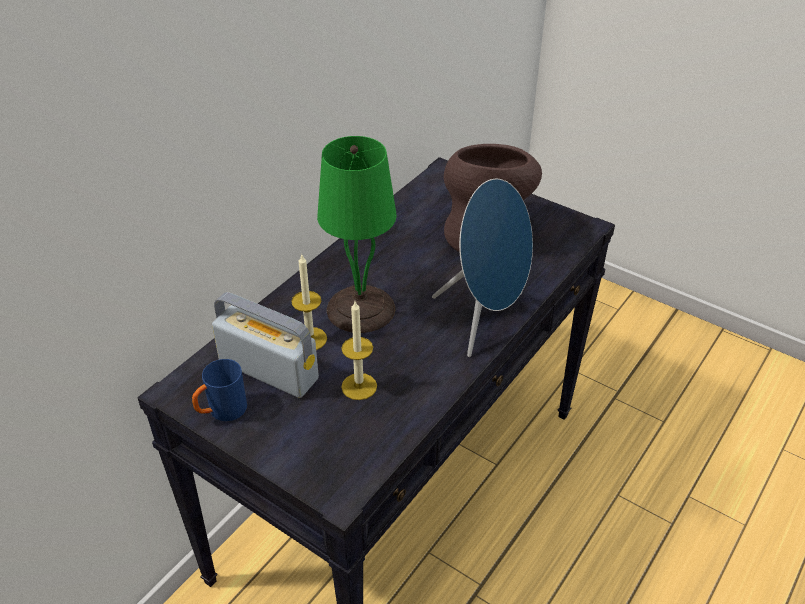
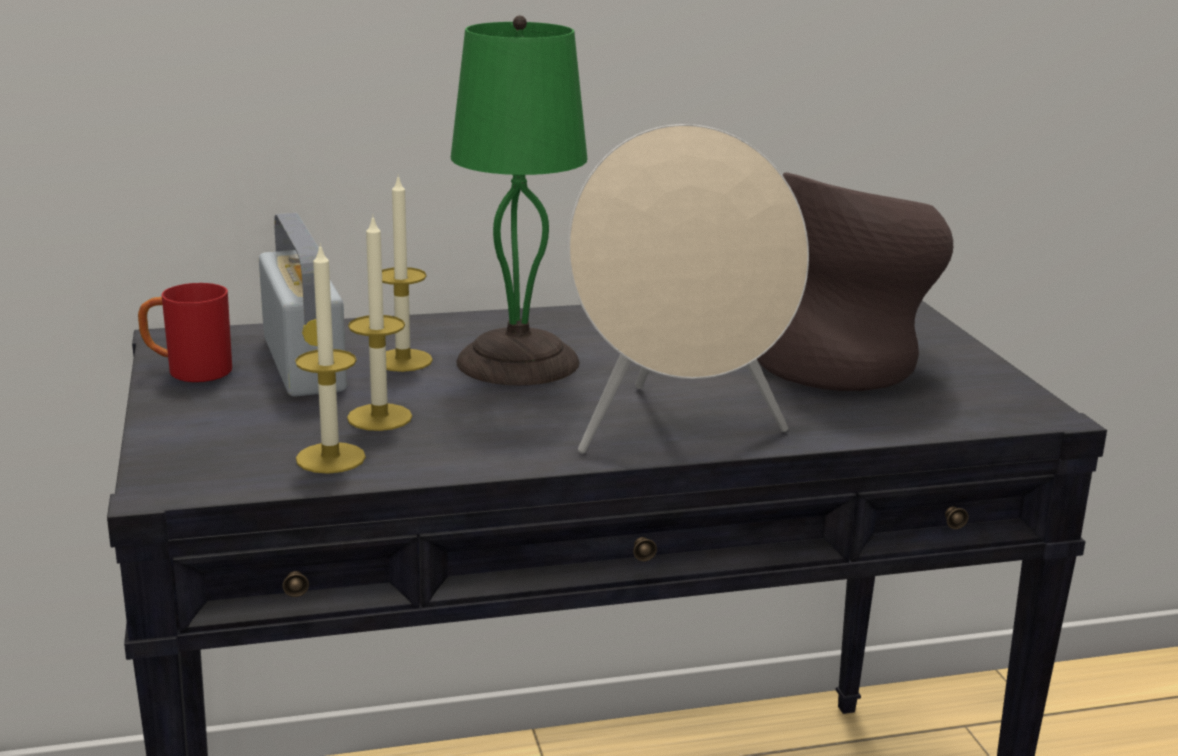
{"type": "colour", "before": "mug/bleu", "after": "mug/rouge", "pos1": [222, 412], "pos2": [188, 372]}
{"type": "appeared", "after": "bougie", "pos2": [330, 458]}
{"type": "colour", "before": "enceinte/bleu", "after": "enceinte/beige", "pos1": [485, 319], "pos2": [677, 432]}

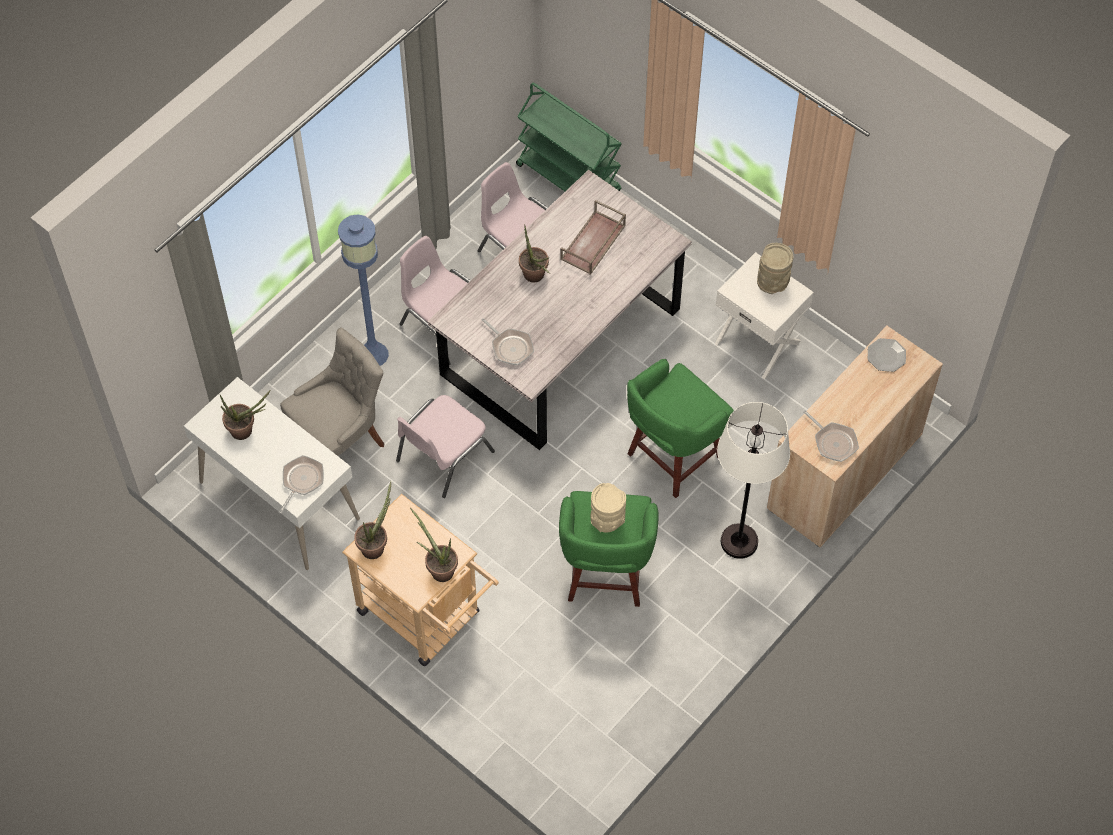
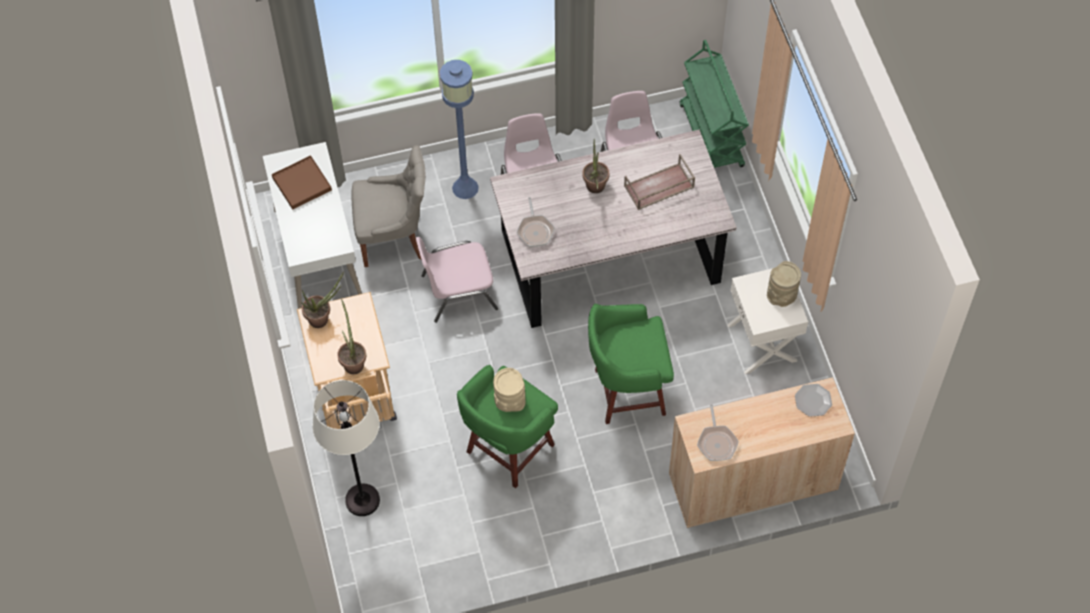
{"type": "exchanged", "before": "plante en pot", "after": "plateau/marron", "pos1": [246, 431], "pos2": [302, 184]}
{"type": "relocated", "before": "lampadaire/blanc", "pos1": [738, 542], "pos2": [362, 500]}
{"type": "missing", "before": "poêle", "pos1": [301, 481]}

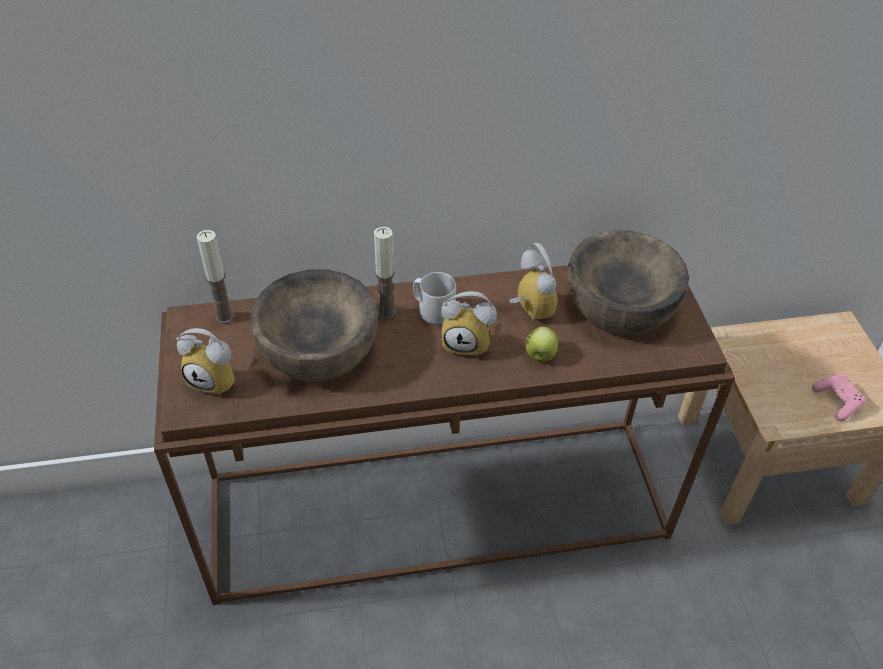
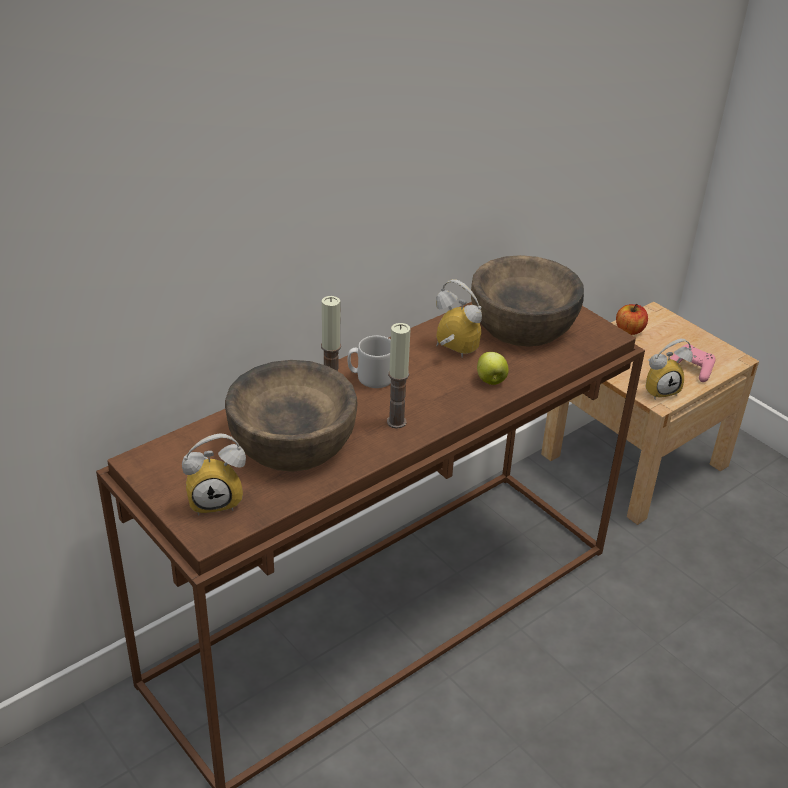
{"type": "relocated", "before": "bougie", "pos1": [224, 317], "pos2": [396, 422]}
{"type": "appeared", "after": "pomme", "pos2": [629, 330]}
{"type": "relocated", "before": "réveil", "pos1": [468, 342], "pos2": [660, 389]}

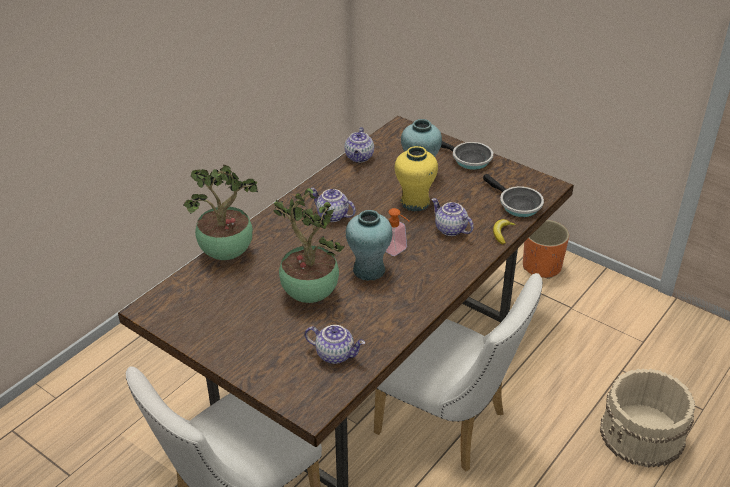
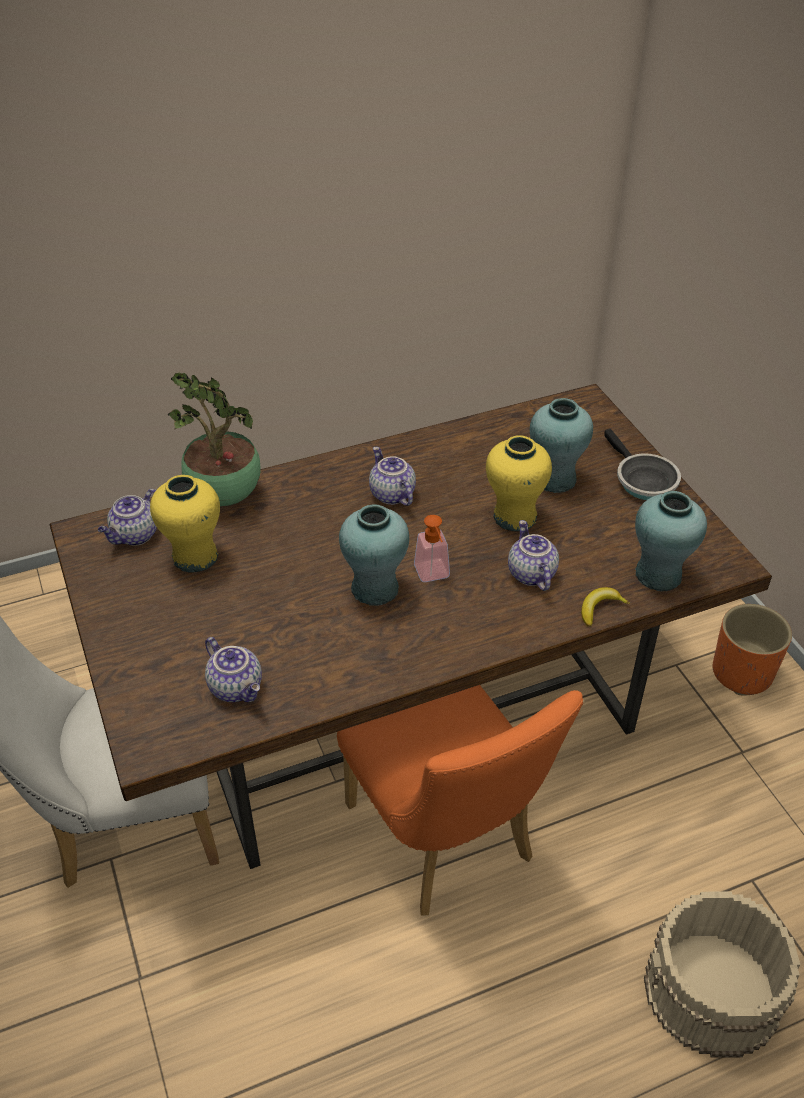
{"type": "relocated", "before": "théière", "pos1": [359, 157], "pos2": [135, 535]}
{"type": "appeared", "after": "vase/jaune", "pos2": [195, 557]}
{"type": "colour", "before": "chaise/blanc", "after": "chaise/orange", "pos1": [449, 426], "pos2": [447, 842]}
{"type": "exchanged", "before": "poêle", "after": "vase/turquoise", "pos1": [517, 204], "pos2": [658, 574]}
{"type": "missing", "before": "plante en pot", "pos1": [308, 294]}

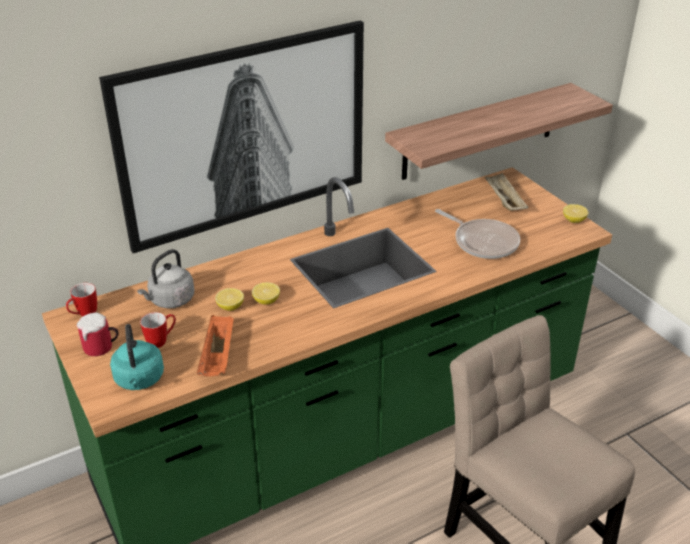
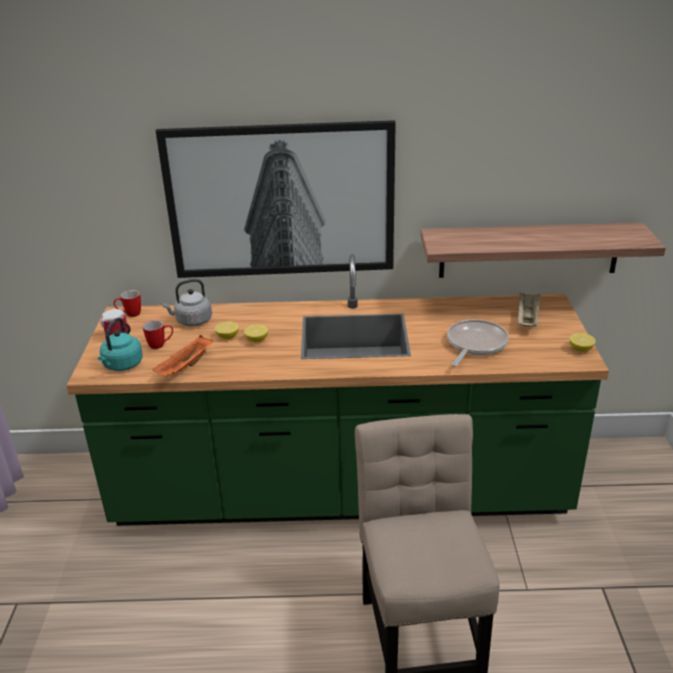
{"type": "spun", "before": "poêle", "pos1": [483, 242], "pos2": [475, 344], "turn": -135}

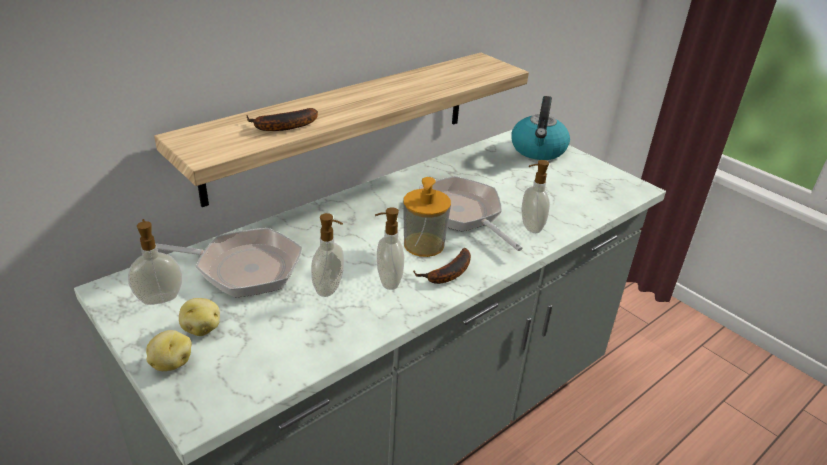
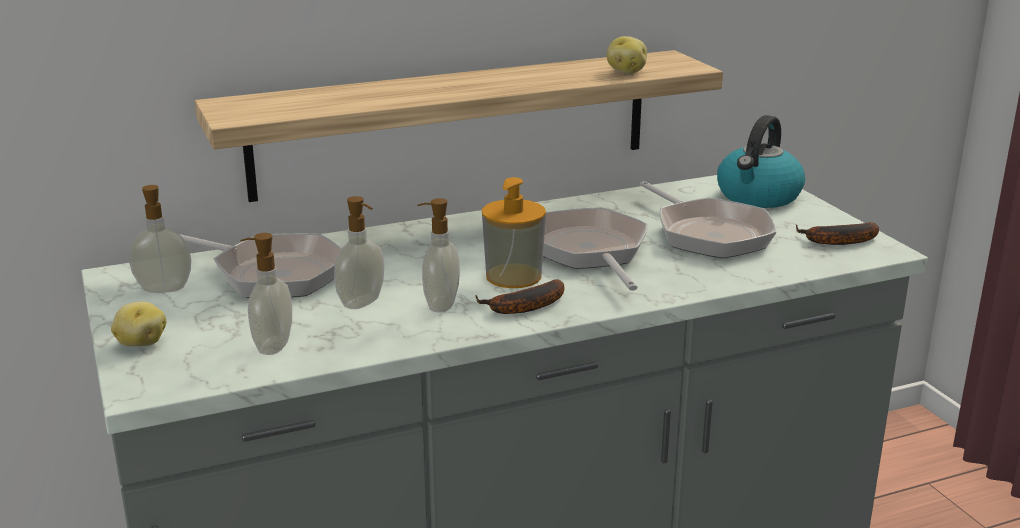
{"type": "relocated", "before": "distributeur de savon", "pos1": [530, 227], "pos2": [271, 346]}
{"type": "relocated", "before": "pomme de terre", "pos1": [202, 328], "pos2": [626, 72]}
{"type": "appeared", "after": "poêle", "pos2": [708, 233]}
{"type": "relocated", "before": "banane", "pos1": [282, 127], "pos2": [837, 241]}

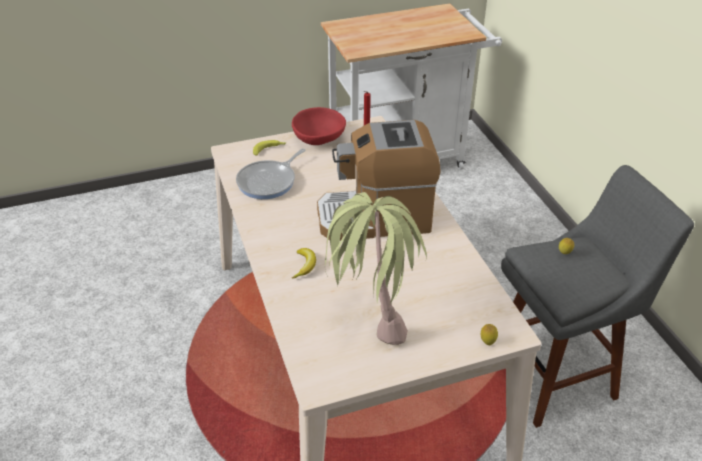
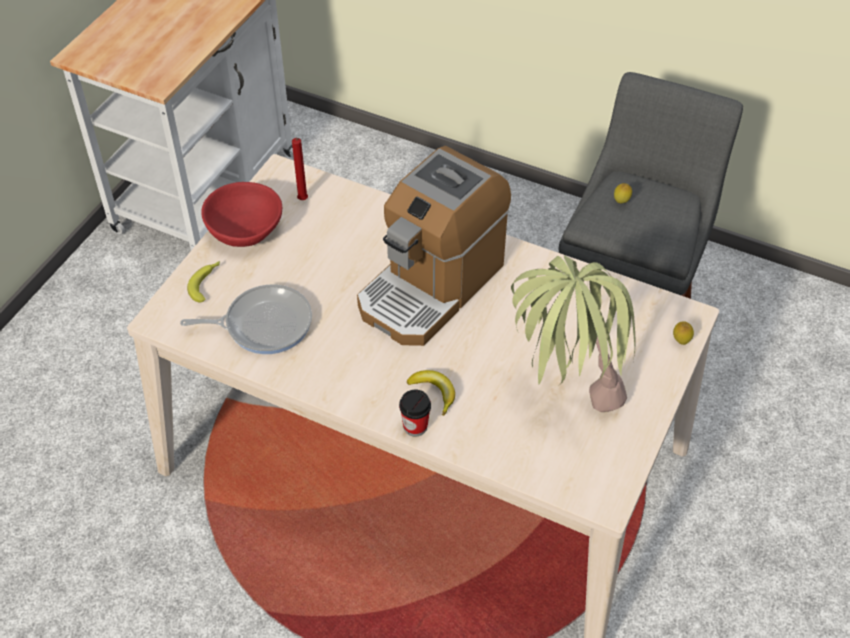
{"type": "spun", "before": "poêle", "pos1": [269, 182], "pos2": [263, 324], "turn": -90}
{"type": "appeared", "after": "tasse", "pos2": [415, 426]}

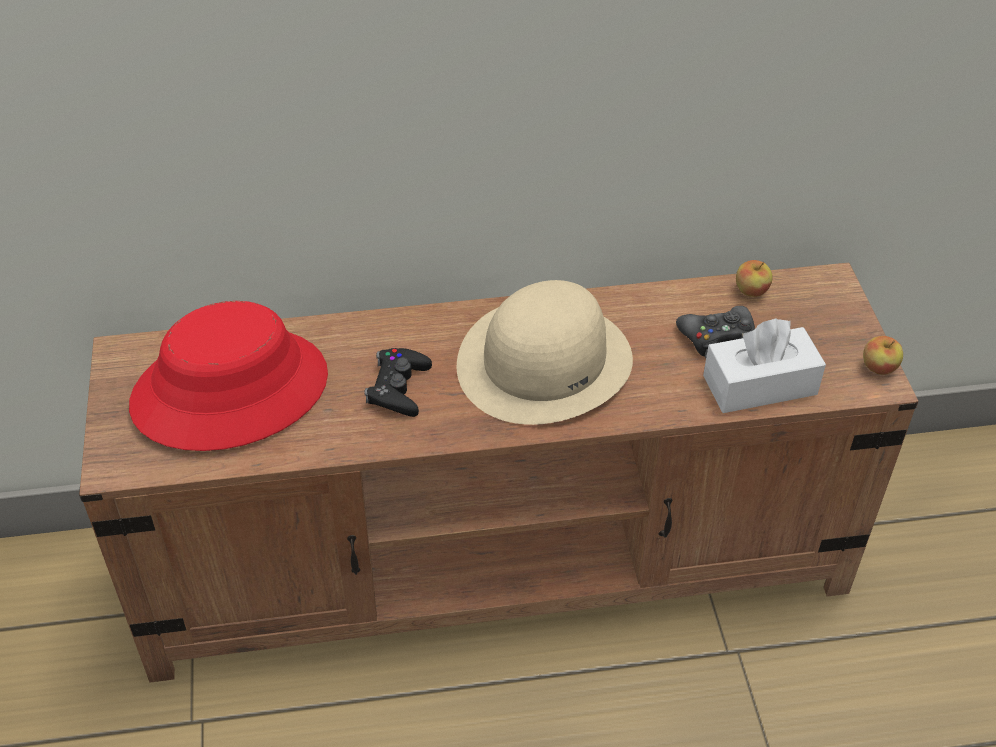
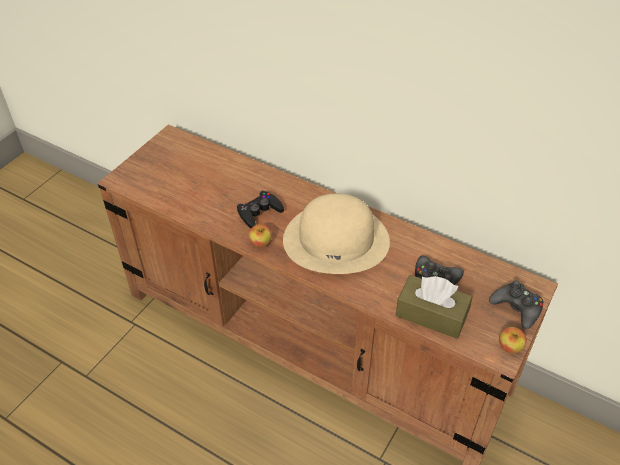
{"type": "relocated", "before": "pomme", "pos1": [751, 291], "pos2": [261, 243]}
{"type": "colour", "before": "boîte à mouchoirs/blanc", "after": "boîte à mouchoirs/marron", "pos1": [760, 385], "pos2": [431, 315]}
{"type": "appeared", "after": "manette/noir", "pos2": [517, 308]}
{"type": "missing", "before": "chapeau/rouge", "pos1": [230, 390]}

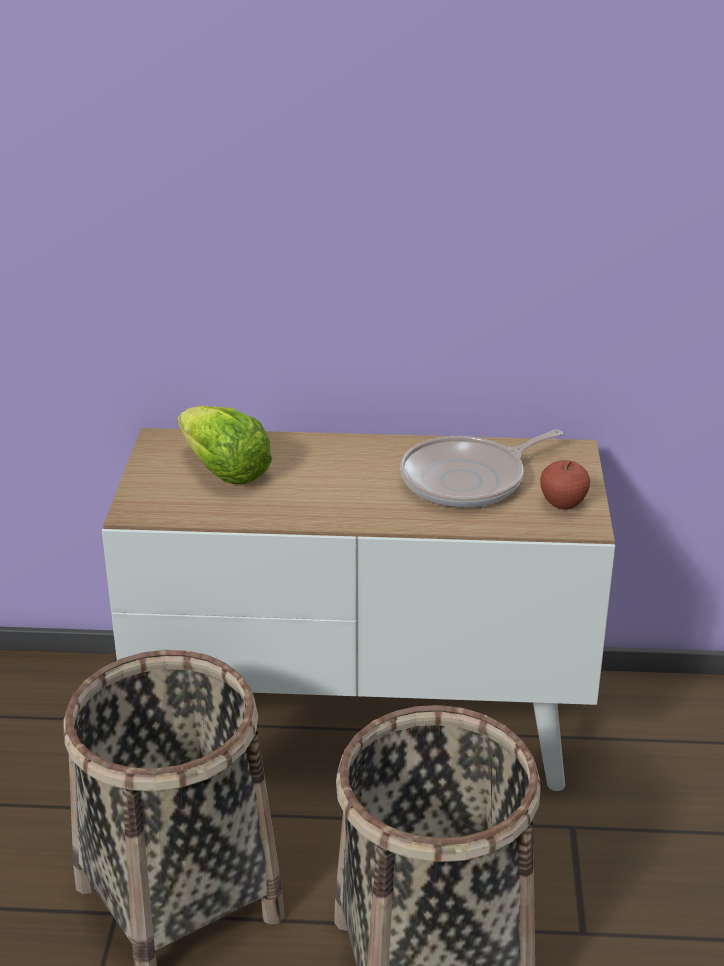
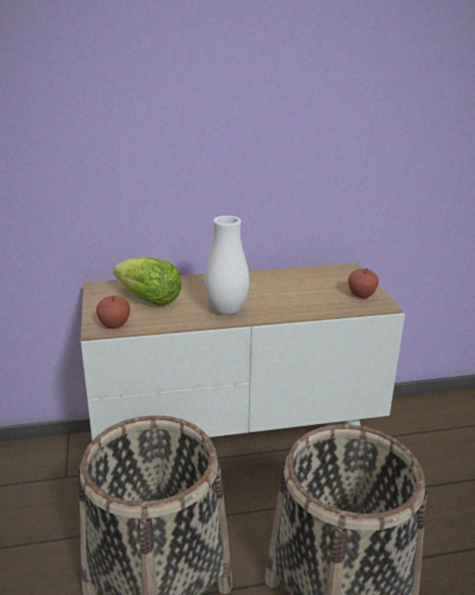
{"type": "appeared", "after": "pomme", "pos2": [114, 325]}
{"type": "appeared", "after": "vase/blanc", "pos2": [226, 311]}
{"type": "missing", "before": "poêle", "pos1": [468, 480]}

